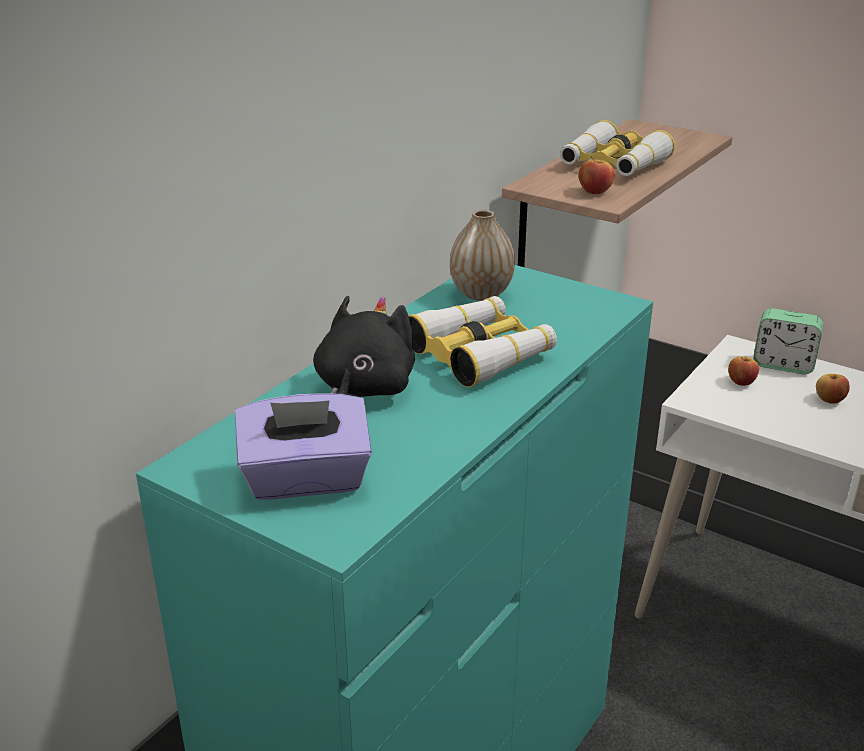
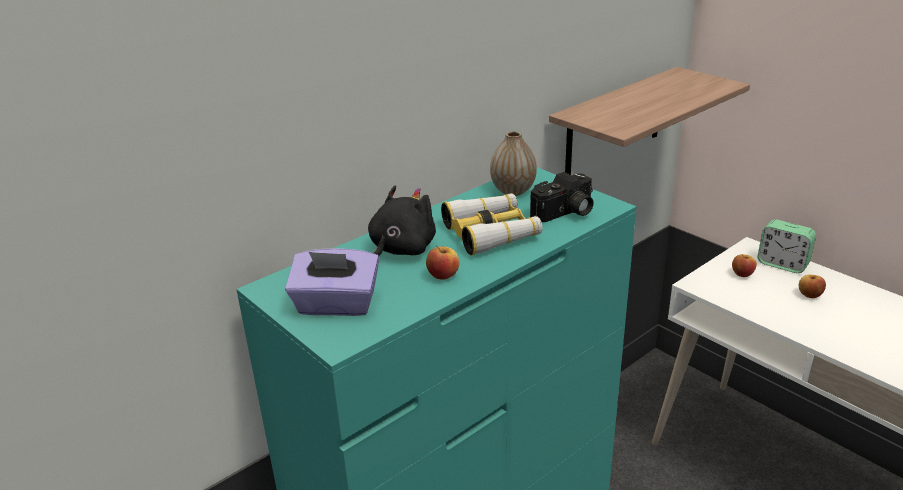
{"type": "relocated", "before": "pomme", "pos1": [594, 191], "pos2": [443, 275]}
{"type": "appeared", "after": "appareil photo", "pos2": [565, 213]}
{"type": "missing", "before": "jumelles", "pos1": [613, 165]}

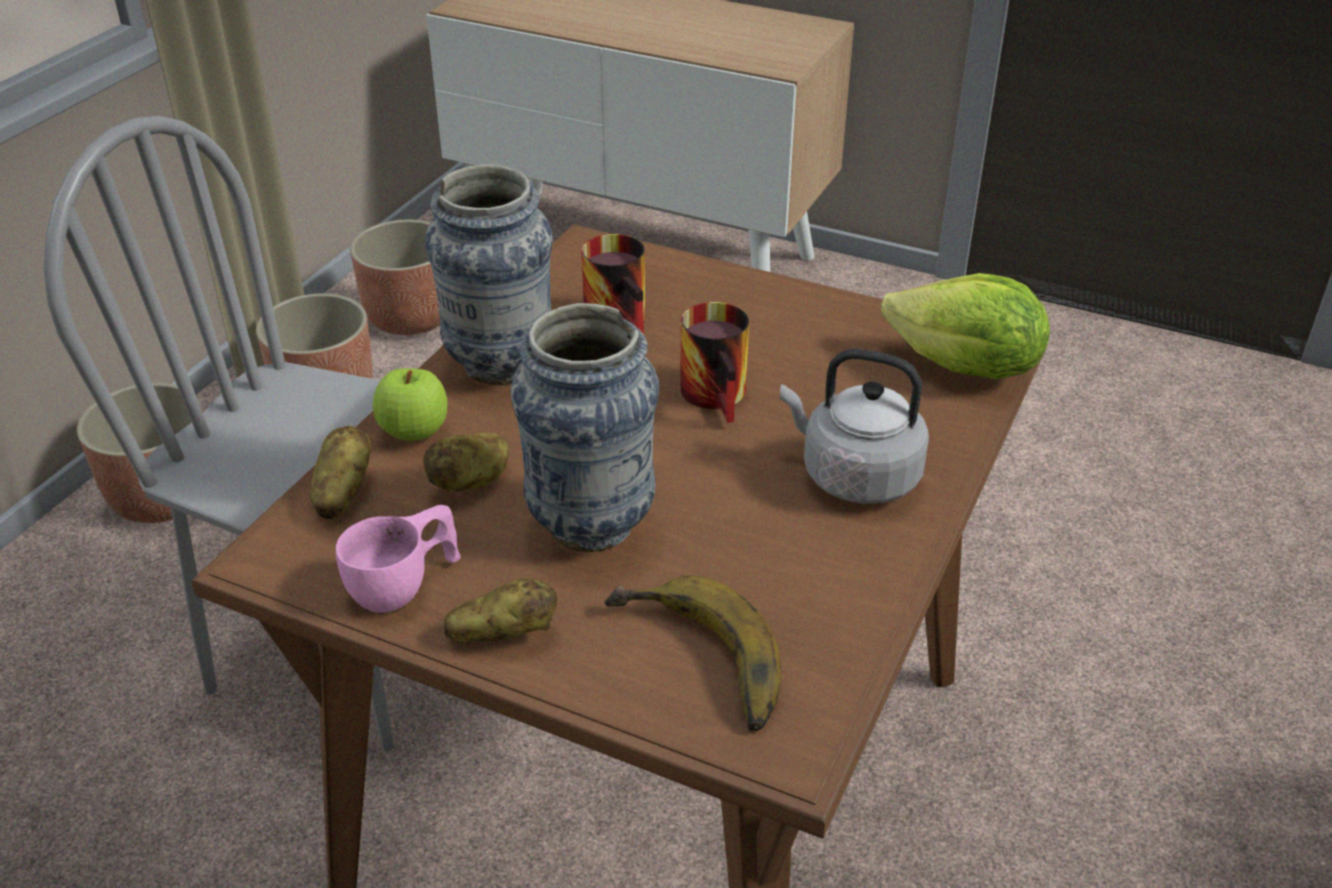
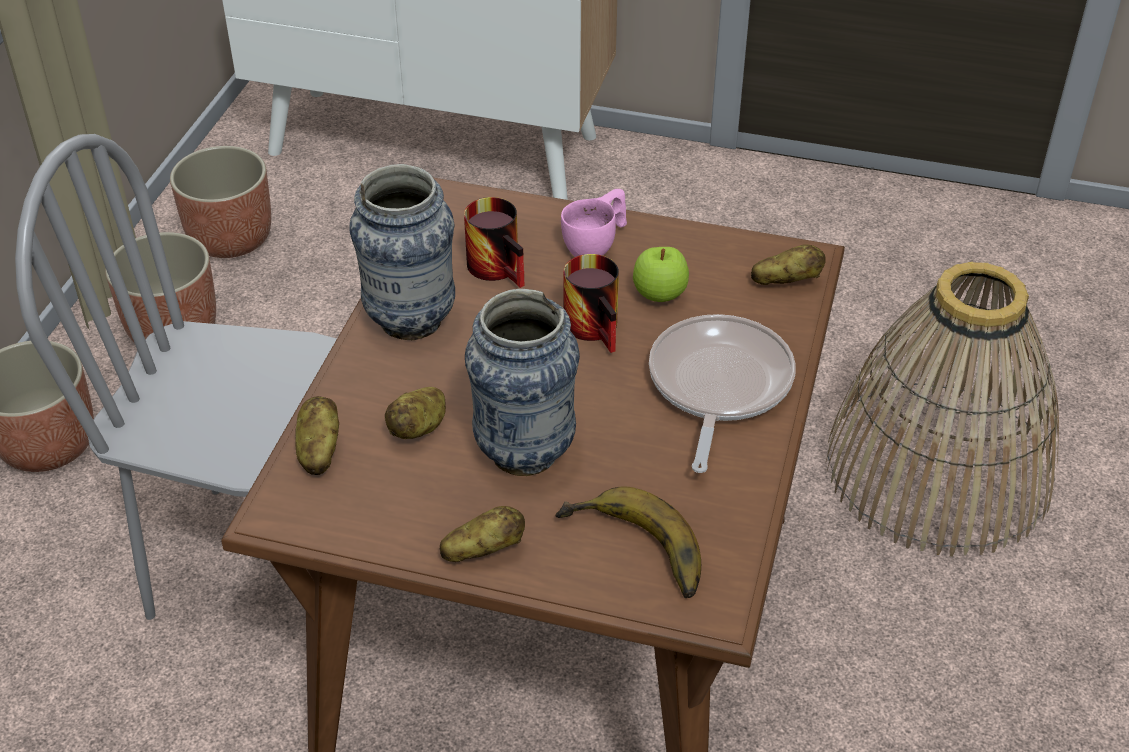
{"type": "relocated", "before": "tasse/rose", "pos1": [405, 585], "pos2": [597, 243]}
{"type": "relocated", "before": "pomme", "pos1": [414, 433], "pos2": [659, 295]}
{"type": "exchanged", "before": "bouilloire/gris", "after": "poêle", "pos1": [854, 476], "pos2": [717, 386]}
{"type": "exchanged", "before": "laitue", "after": "pomme de terre", "pos1": [965, 369], "pos2": [786, 281]}
{"type": "appeared", "after": "panier", "pos2": [937, 470]}

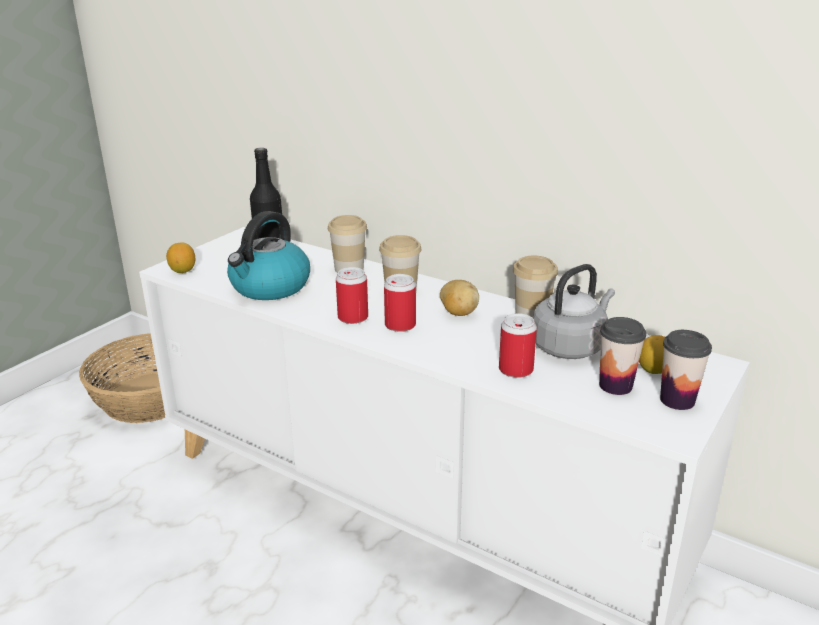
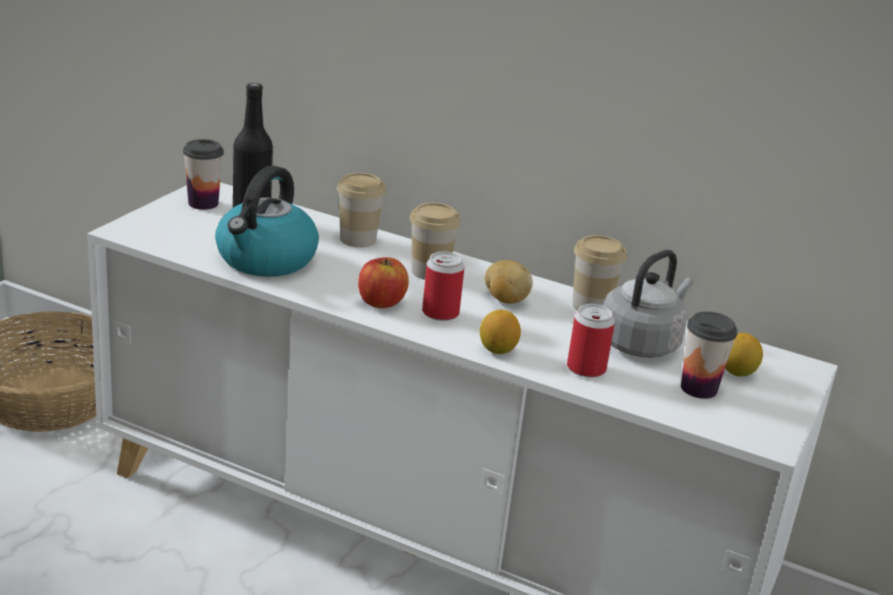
{"type": "relocated", "before": "tasse", "pos1": [677, 400], "pos2": [203, 203]}
{"type": "exchanged", "before": "boîte métallique", "after": "pomme", "pos1": [353, 318], "pos2": [381, 302]}
{"type": "relocated", "before": "citron", "pos1": [183, 271], "pos2": [497, 350]}

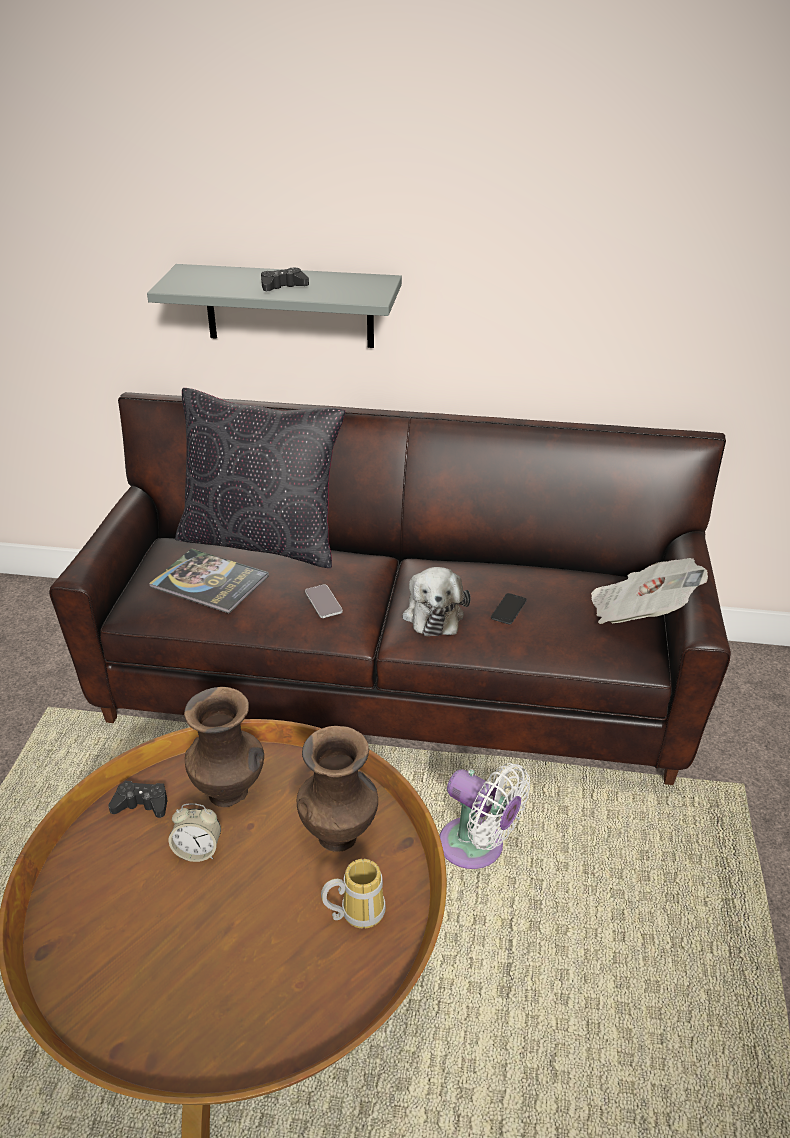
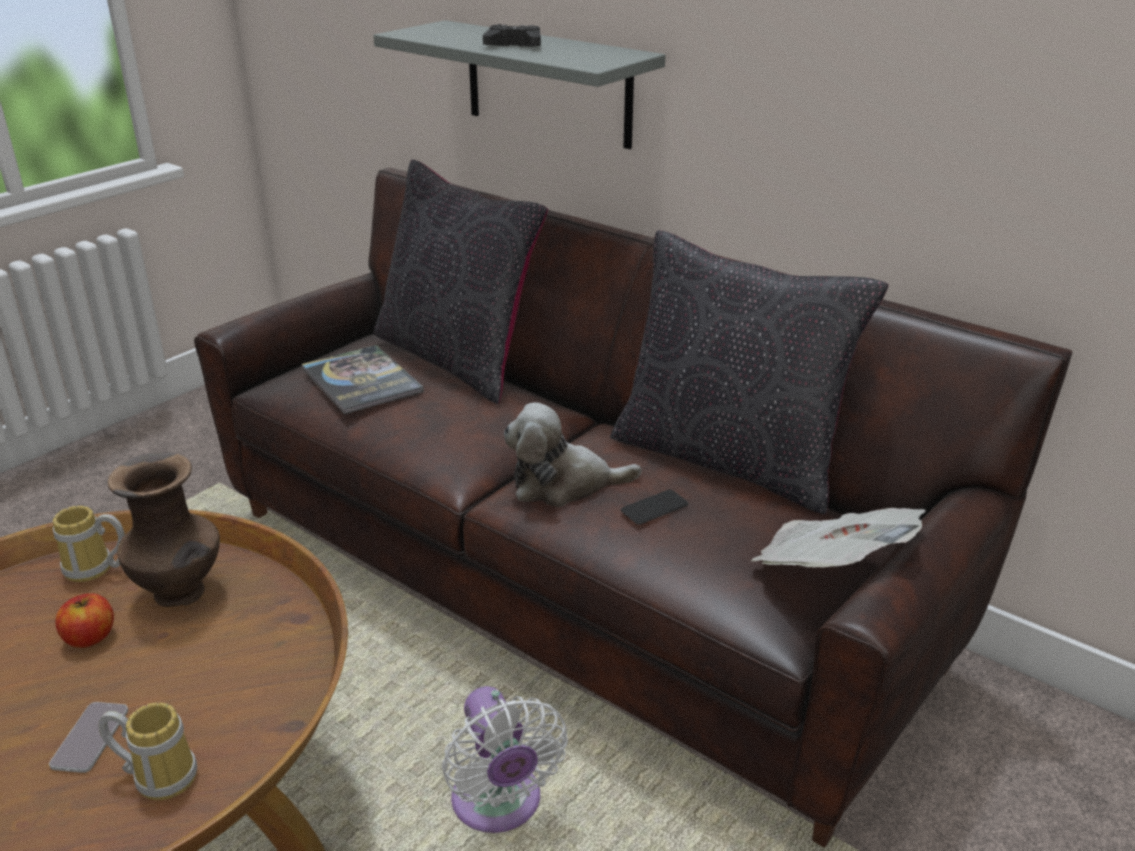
{"type": "relocated", "before": "téléphone", "pos1": [323, 602], "pos2": [90, 738]}
{"type": "exchanged", "before": "manette/noir", "after": "mug", "pos1": [141, 804], "pos2": [94, 571]}
{"type": "exchanged", "before": "réveil", "after": "pomme", "pos1": [198, 851], "pos2": [90, 637]}
{"type": "spun", "before": "peluche", "pos1": [433, 613], "pos2": [563, 484], "turn": 60}
{"type": "appeared", "after": "coussin/noir", "pos2": [729, 459]}
{"type": "missing", "before": "vase/marron", "pos1": [339, 834]}

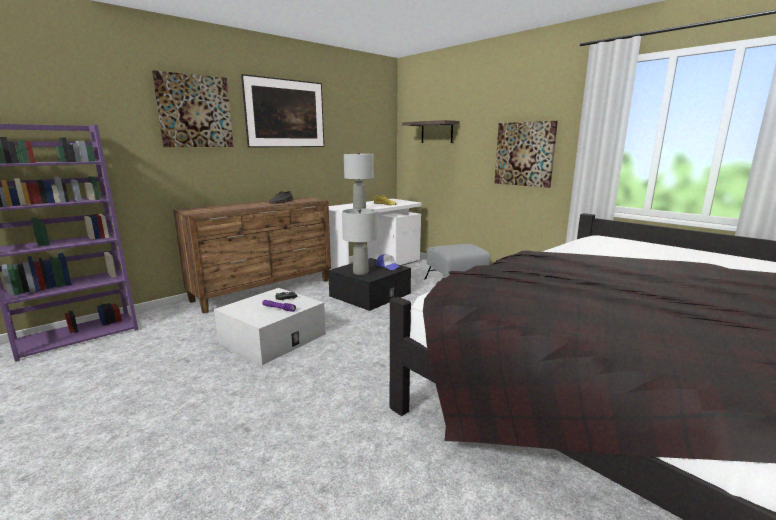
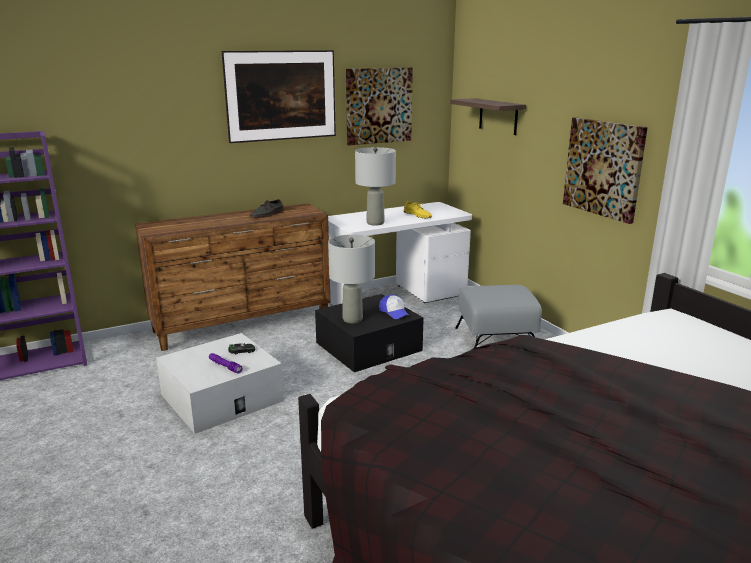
{"type": "relocated", "before": "tableau", "pos1": [194, 111], "pos2": [378, 105]}

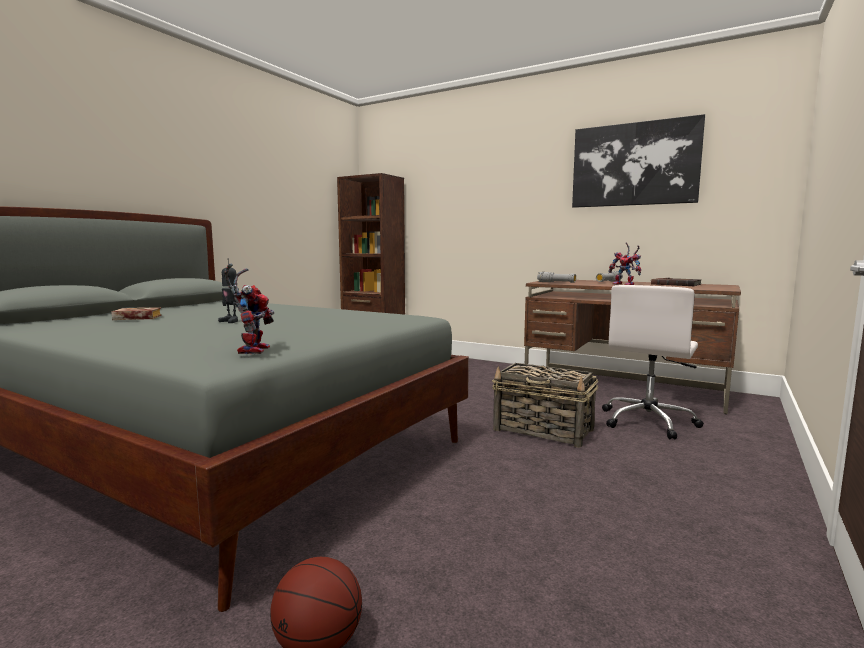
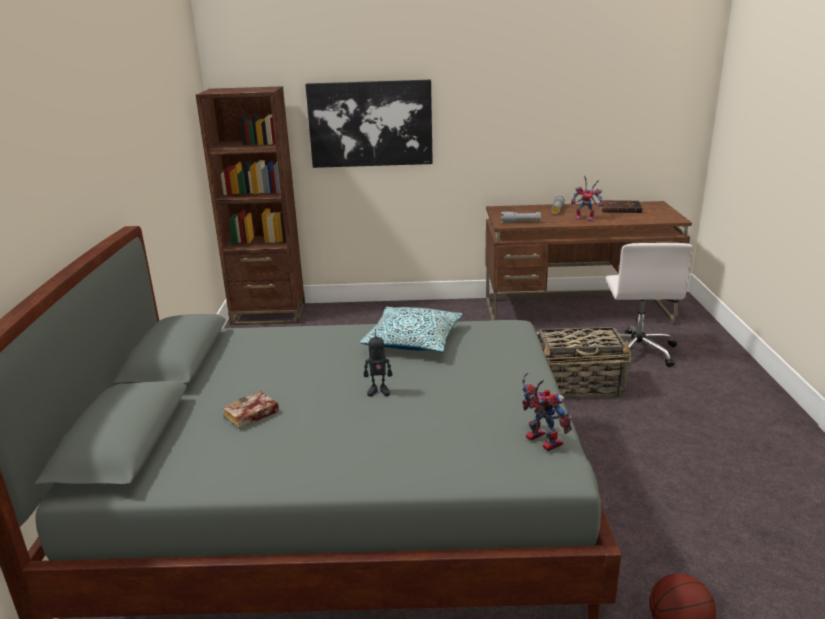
{"type": "relocated", "before": "tableau", "pos1": [634, 164], "pos2": [370, 124]}
{"type": "appeared", "after": "coussin", "pos2": [413, 340]}

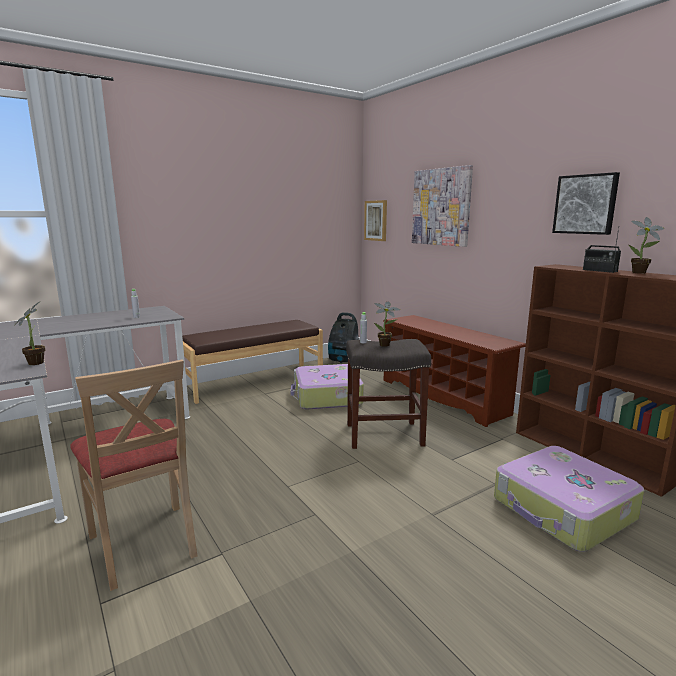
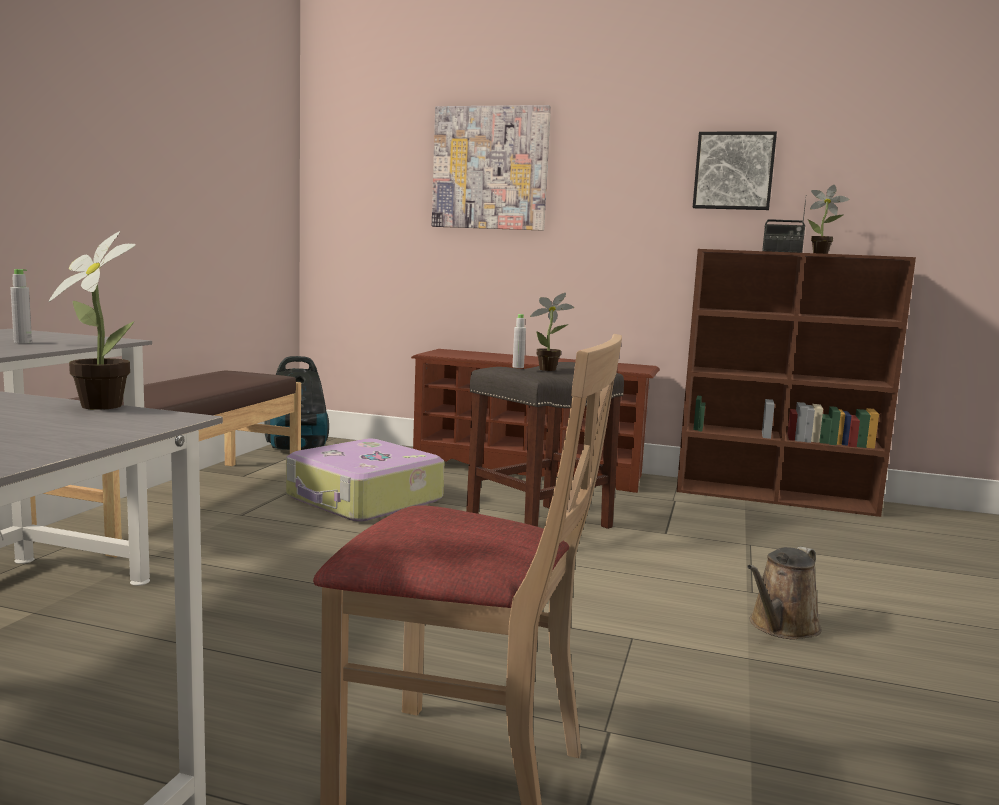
{"type": "appeared", "after": "arrosoir/marron", "pos2": [781, 627]}
{"type": "missing", "before": "tableau", "pos1": [376, 220]}
{"type": "missing", "before": "valise", "pos1": [563, 510]}

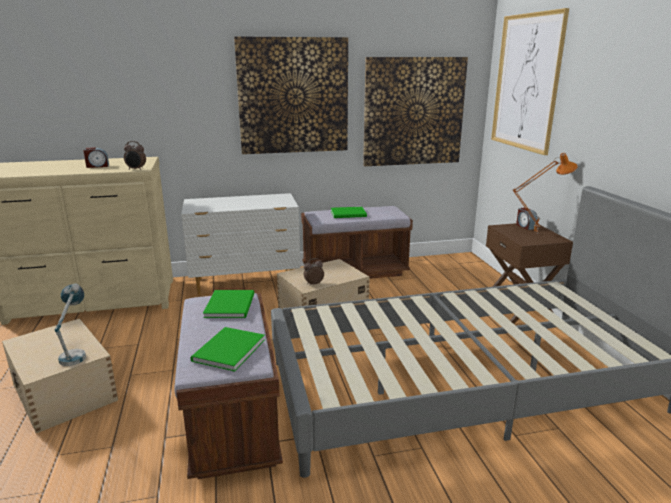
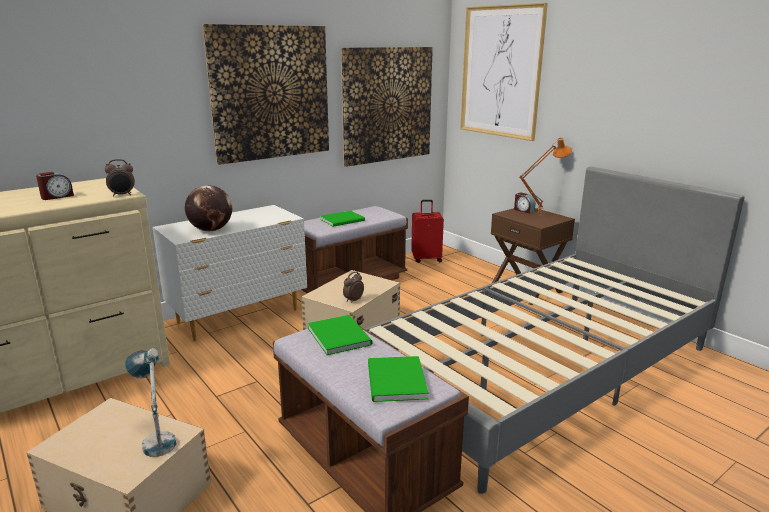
{"type": "appeared", "after": "globe", "pos2": [211, 230]}
{"type": "appeared", "after": "valise/rouge", "pos2": [426, 259]}

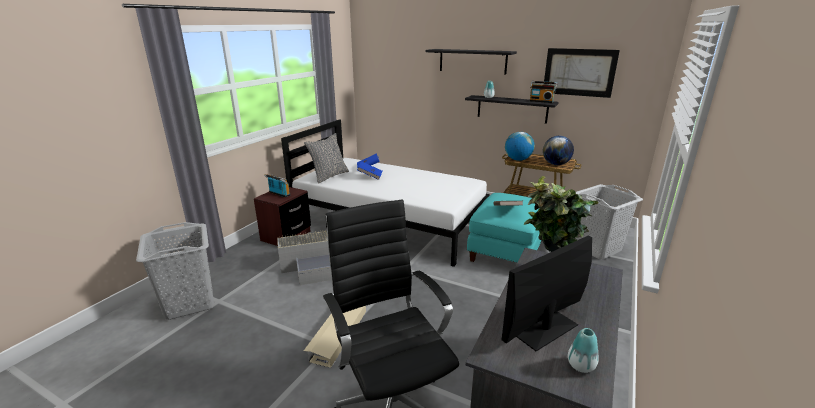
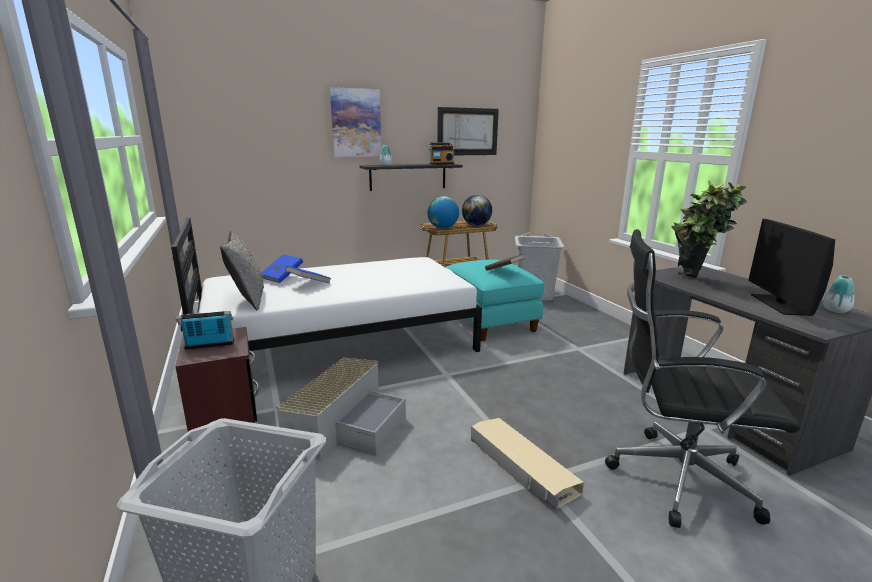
{"type": "exchanged", "before": "étagère/noir", "after": "tableau", "pos1": [472, 61], "pos2": [356, 123]}

